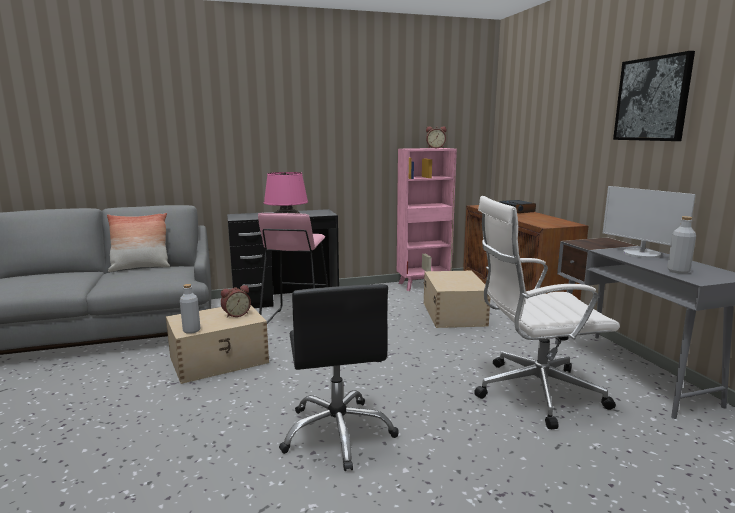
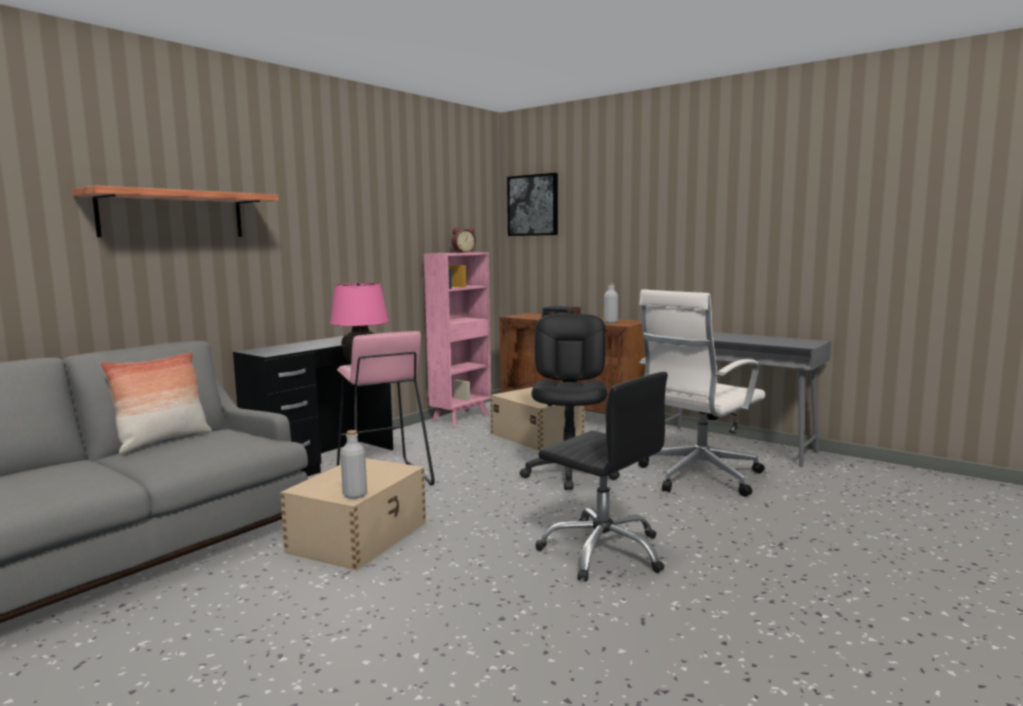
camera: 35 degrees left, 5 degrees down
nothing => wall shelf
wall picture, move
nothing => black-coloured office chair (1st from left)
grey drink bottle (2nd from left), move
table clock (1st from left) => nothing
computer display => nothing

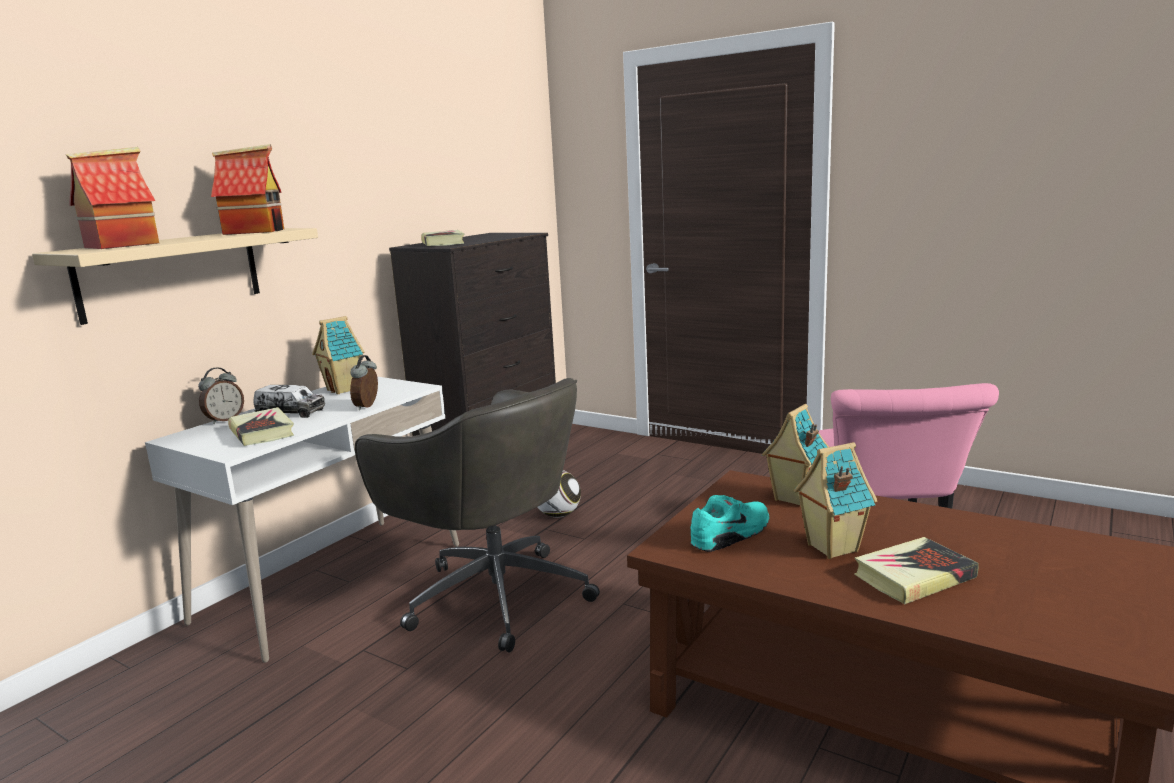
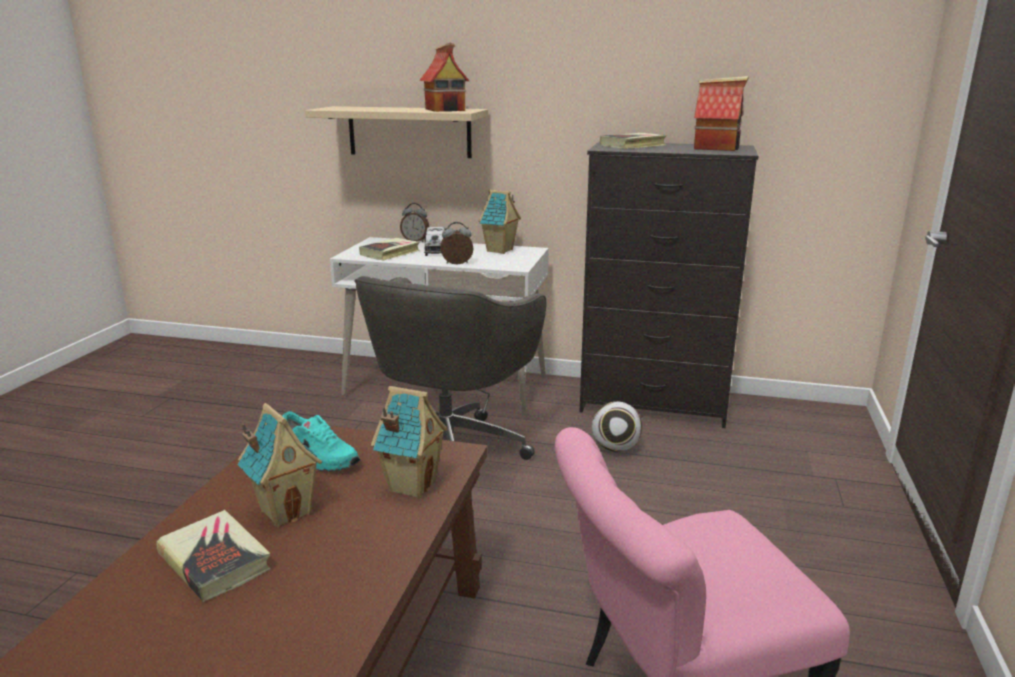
camera: 70 degrees right, 5 degrees up
model house (1st from left in the first image) => model house (5th from left), move

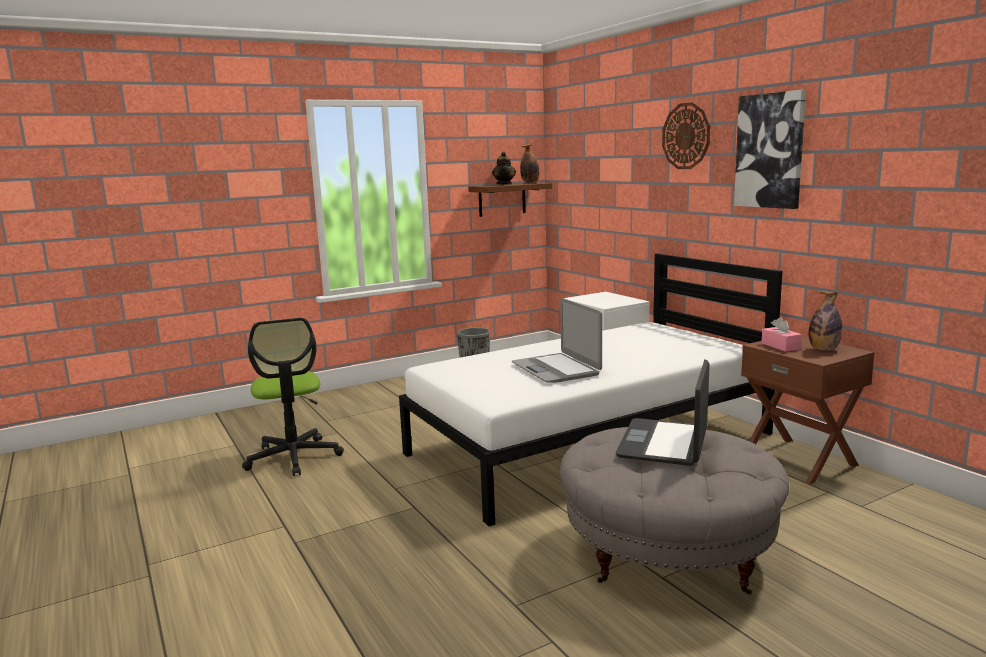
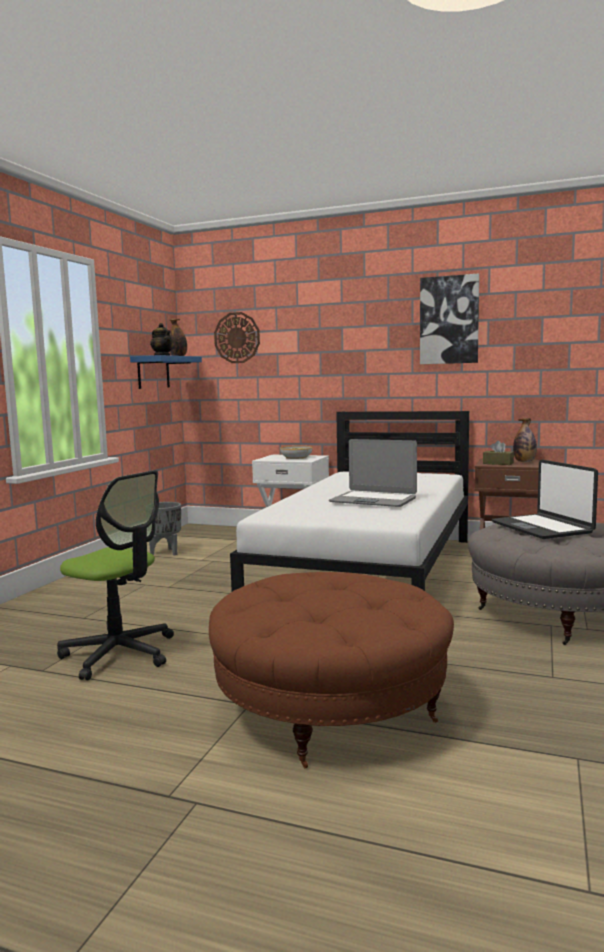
camera: 40 degrees left, 5 degrees down
brownish wall shelf => blue-coloured wall shelf
nothing => brownish footrest
wall clock, move
nothing => bowl
pink box of tissues => brownish box of tissues

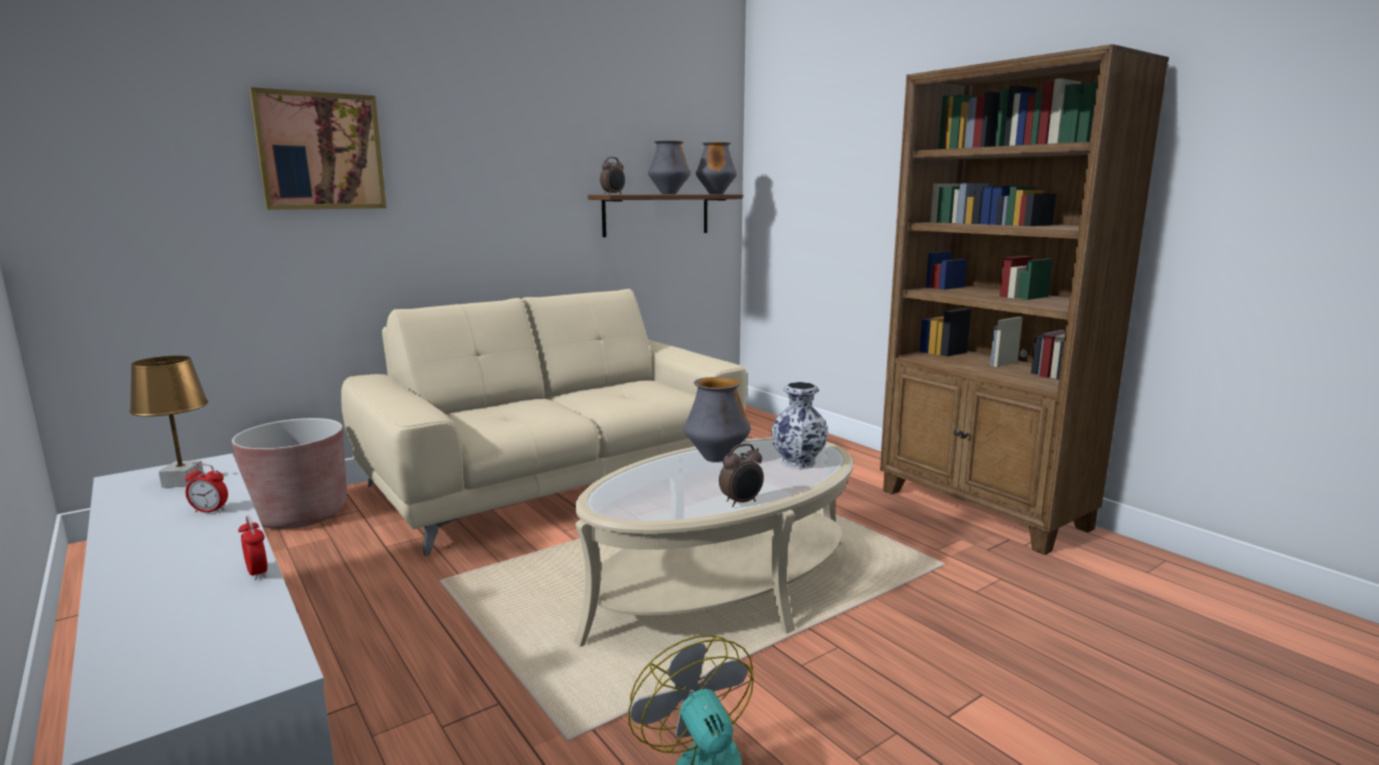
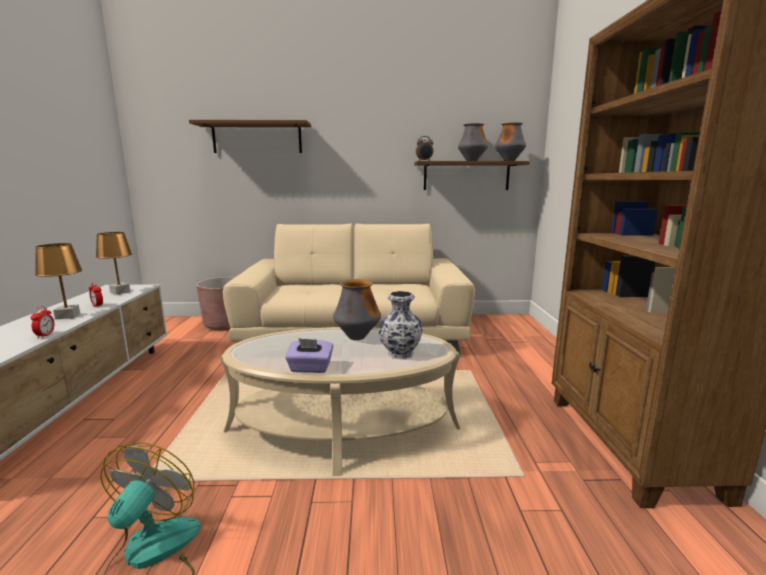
camera: 35 degrees right, 0 degrees up
nothing => brownish table lamp (1st from left)
wall picture => brownish wall shelf (1st from left)
table clock (4th from left) => purple-coloured box of tissues

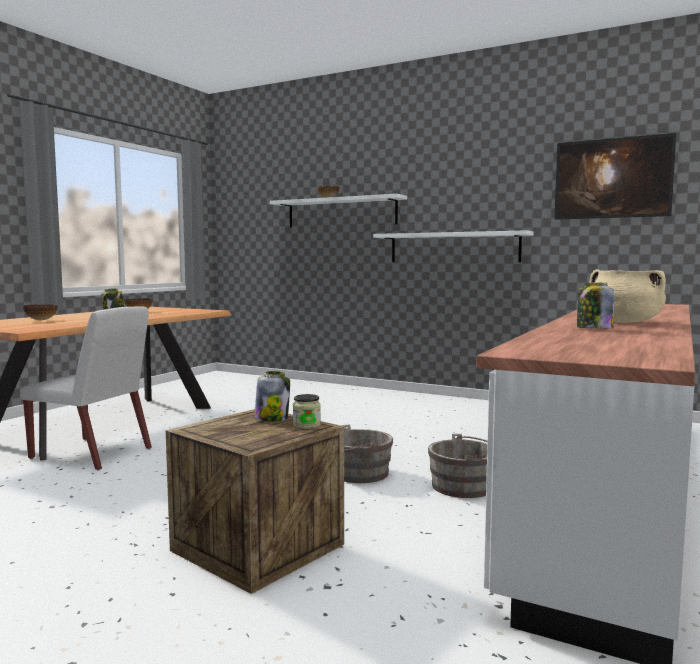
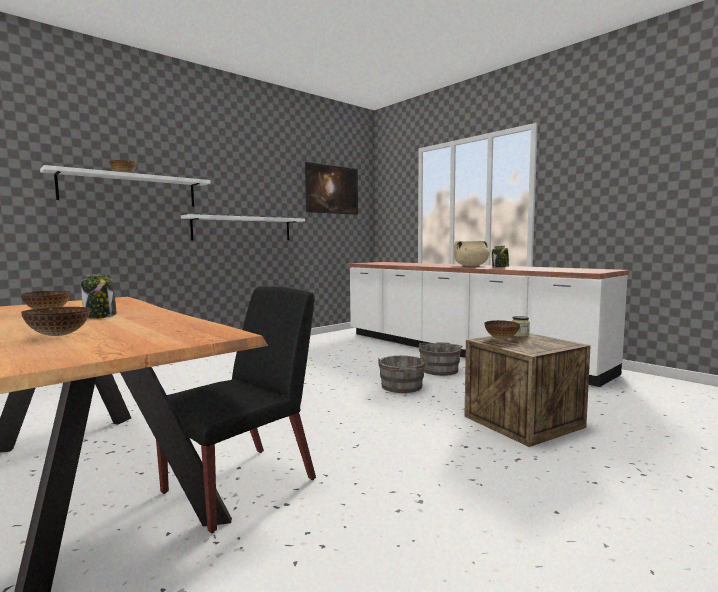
camera: 70 degrees left, 0 degrees up
whitish upright chair => black-coloured upright chair
storage jar (2nd from left) => bowl (4th from left)

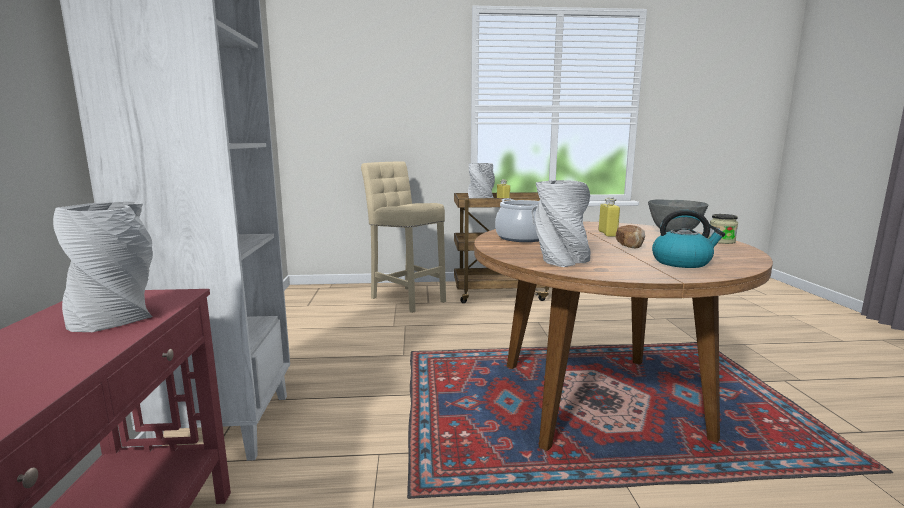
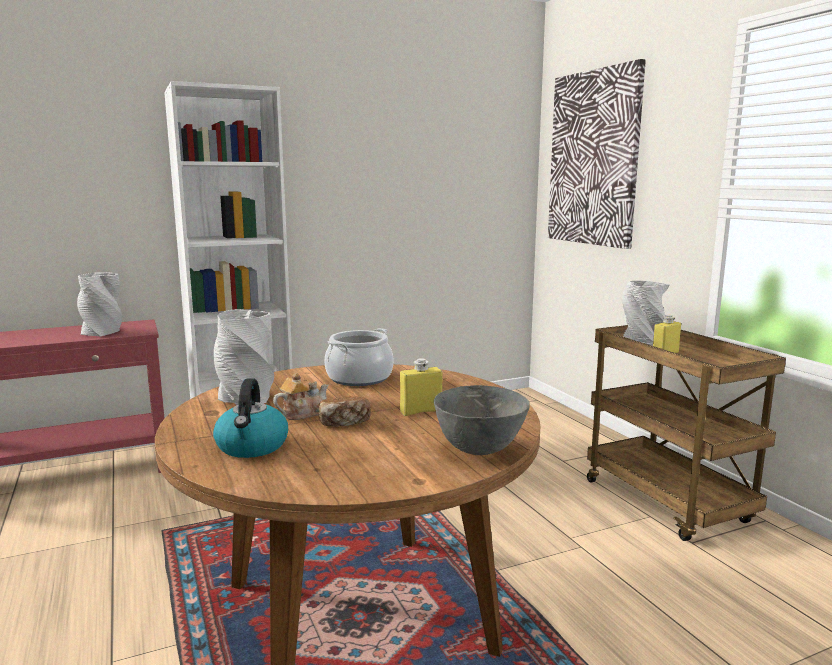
camera: 70 degrees right, 0 degrees up
nothing => pot for tea
nothing => wall picture
beige stool seat => nothing
storage jar => nothing

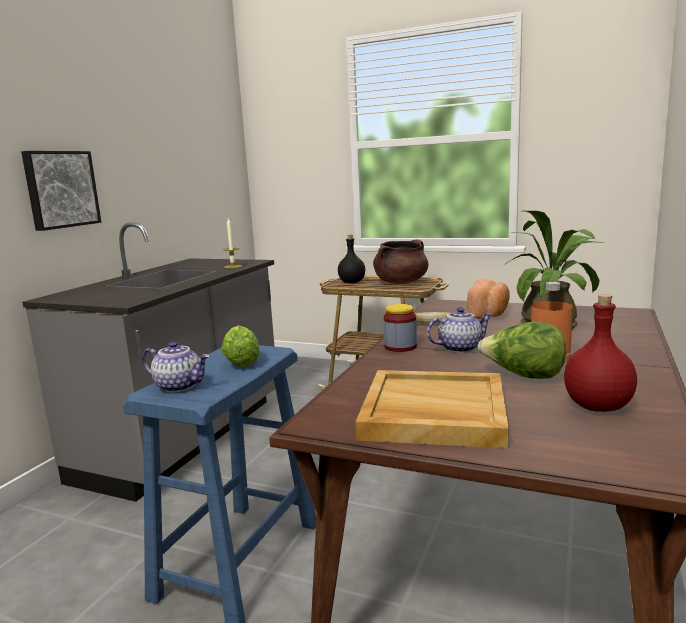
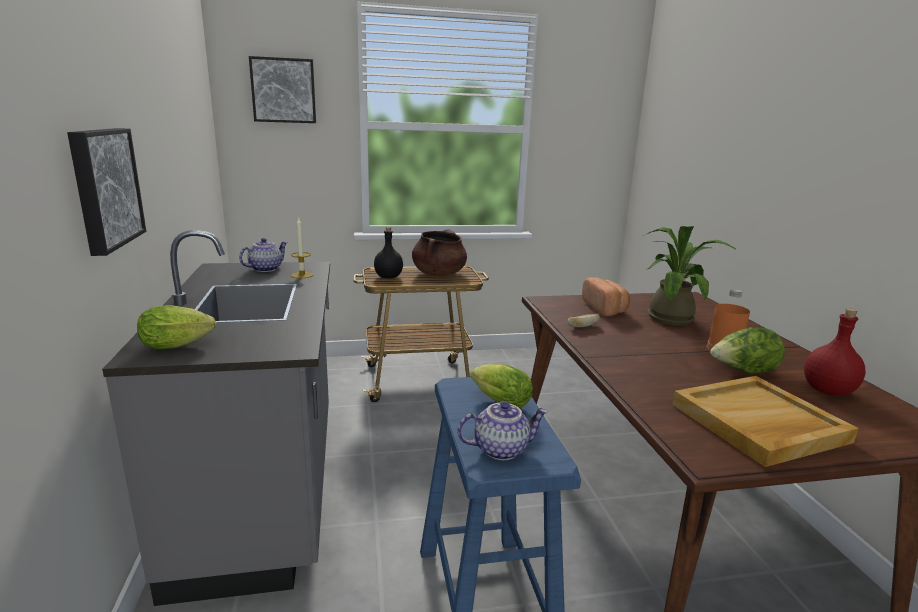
camera: 35 degrees left, 5 degrees up
nothing => head of lettuce (1st from left)
pot for tea (2nd from left in the first image) => pot for tea (1st from left), move
nothing => wall picture (2nd from left)
storage jar => nothing

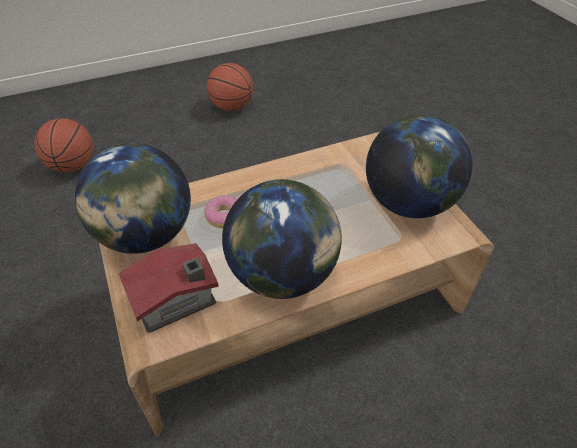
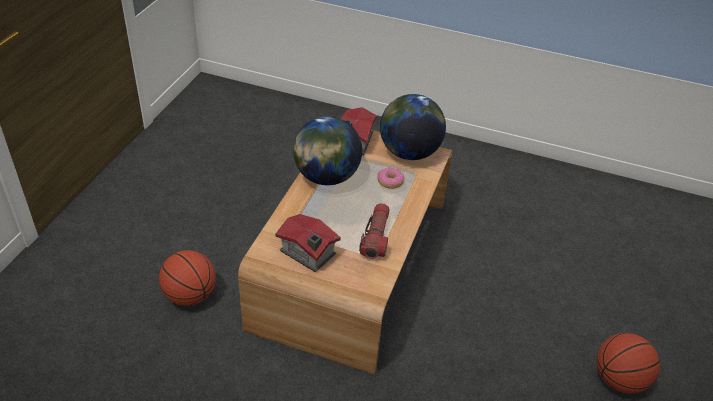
camera: 130 degrees right, 5 degrees down
basketball ball (1st from left), move
globe (3rd from left) => model house (1st from left)
nothing => torch

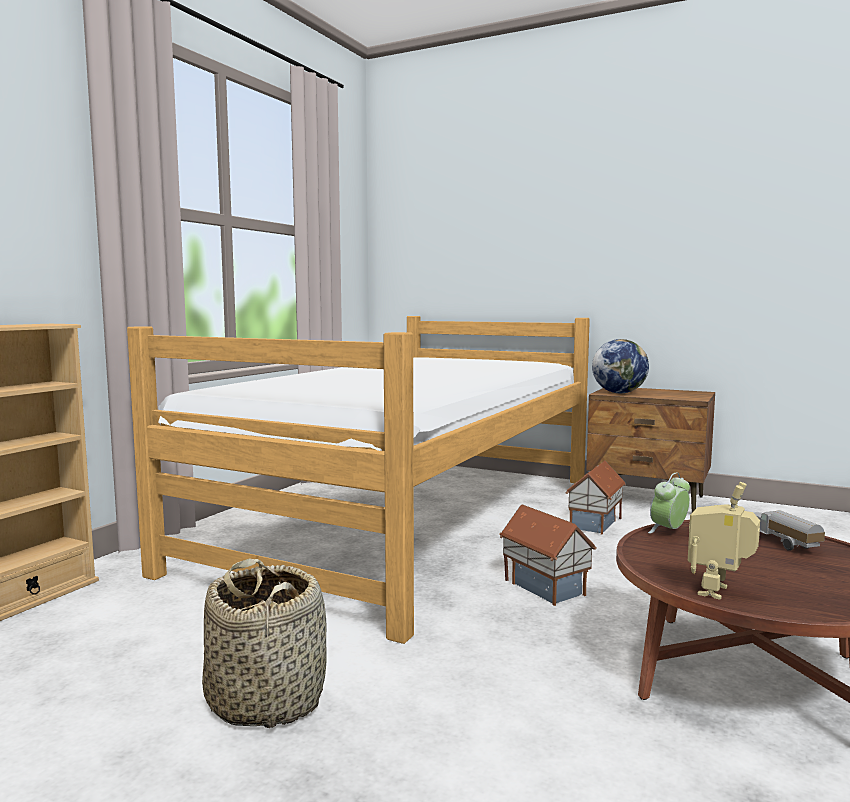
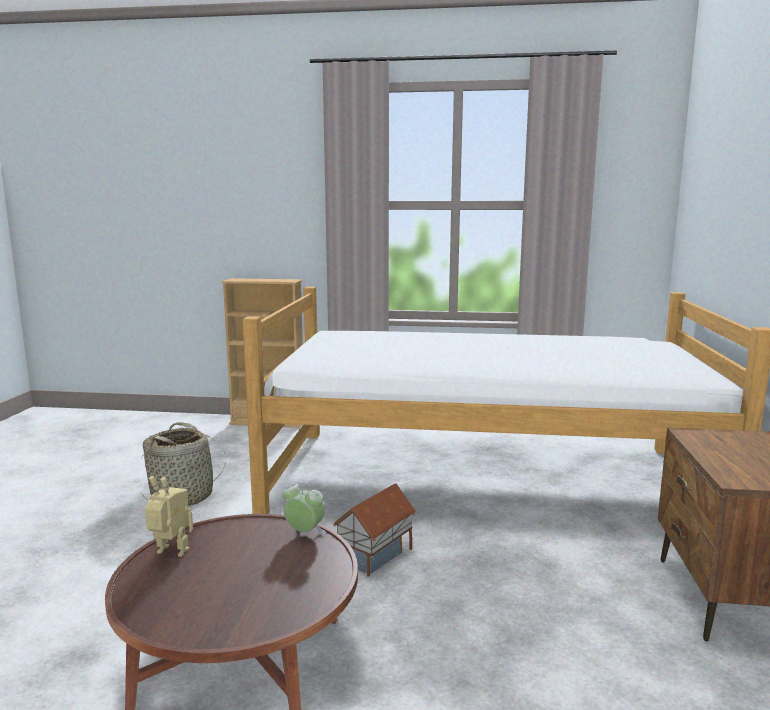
camera: 70 degrees right, 5 degrees up
model house (2nd from left) => nothing
globe => nothing
toy lorry => nothing

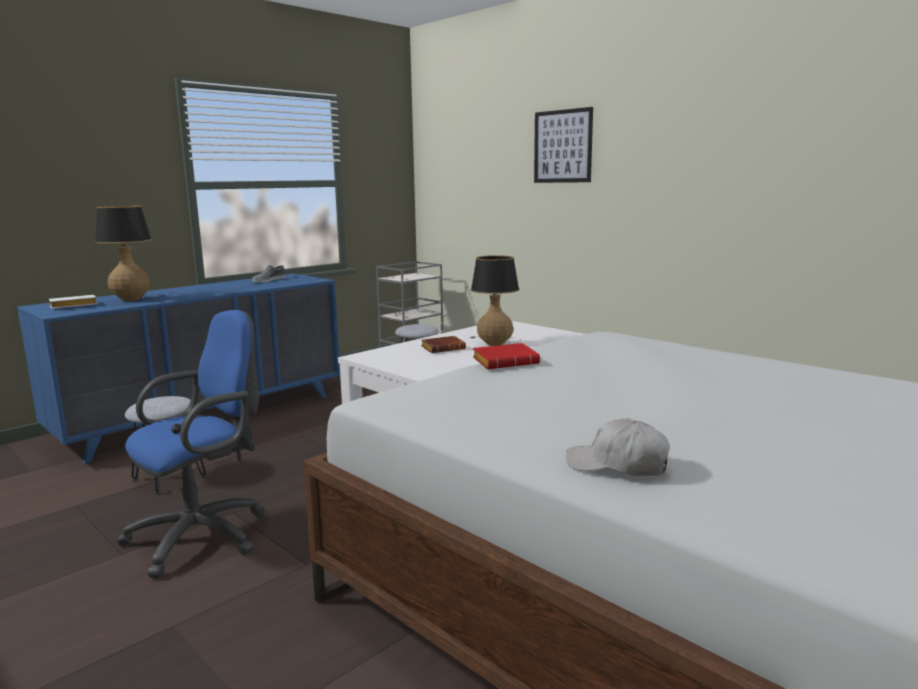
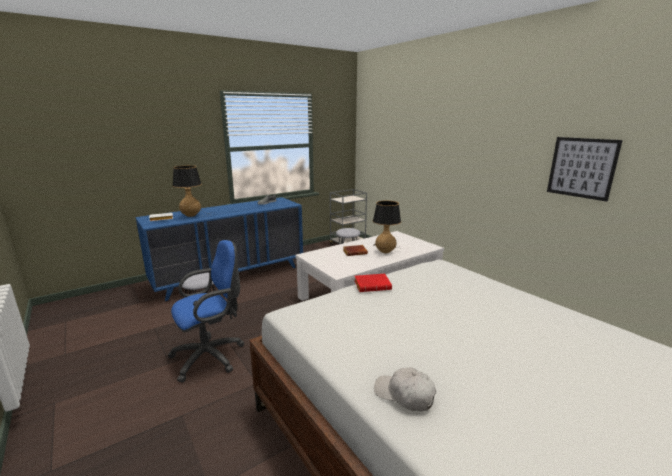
camera: 10 degrees right, 5 degrees up
wall picture, move

